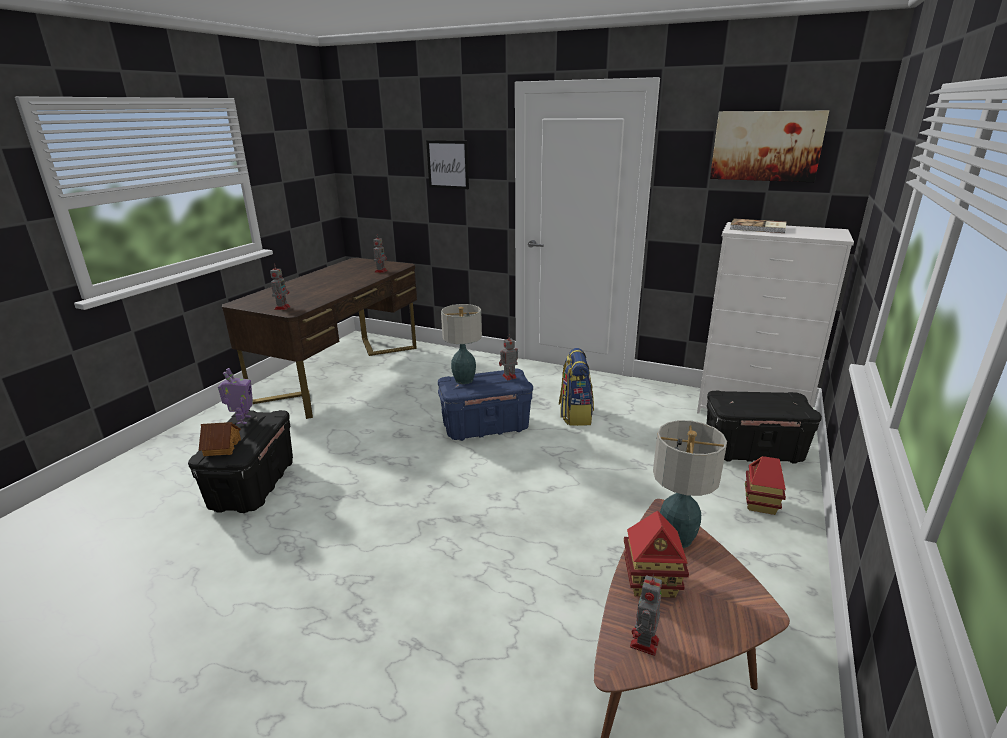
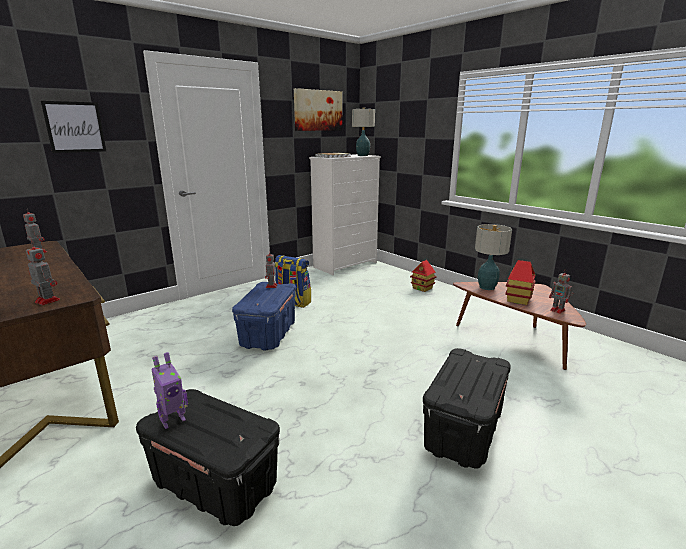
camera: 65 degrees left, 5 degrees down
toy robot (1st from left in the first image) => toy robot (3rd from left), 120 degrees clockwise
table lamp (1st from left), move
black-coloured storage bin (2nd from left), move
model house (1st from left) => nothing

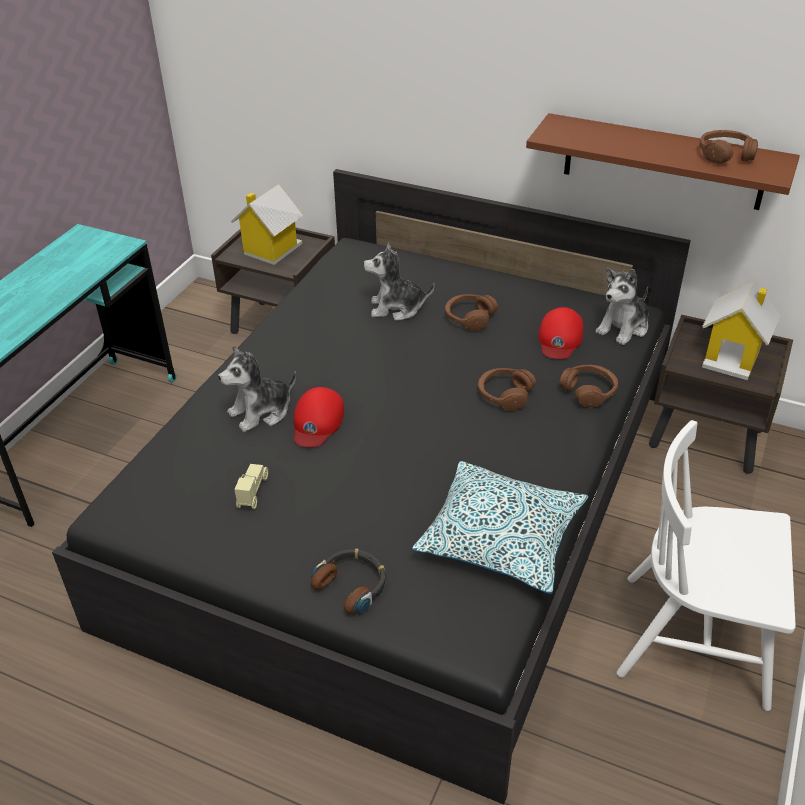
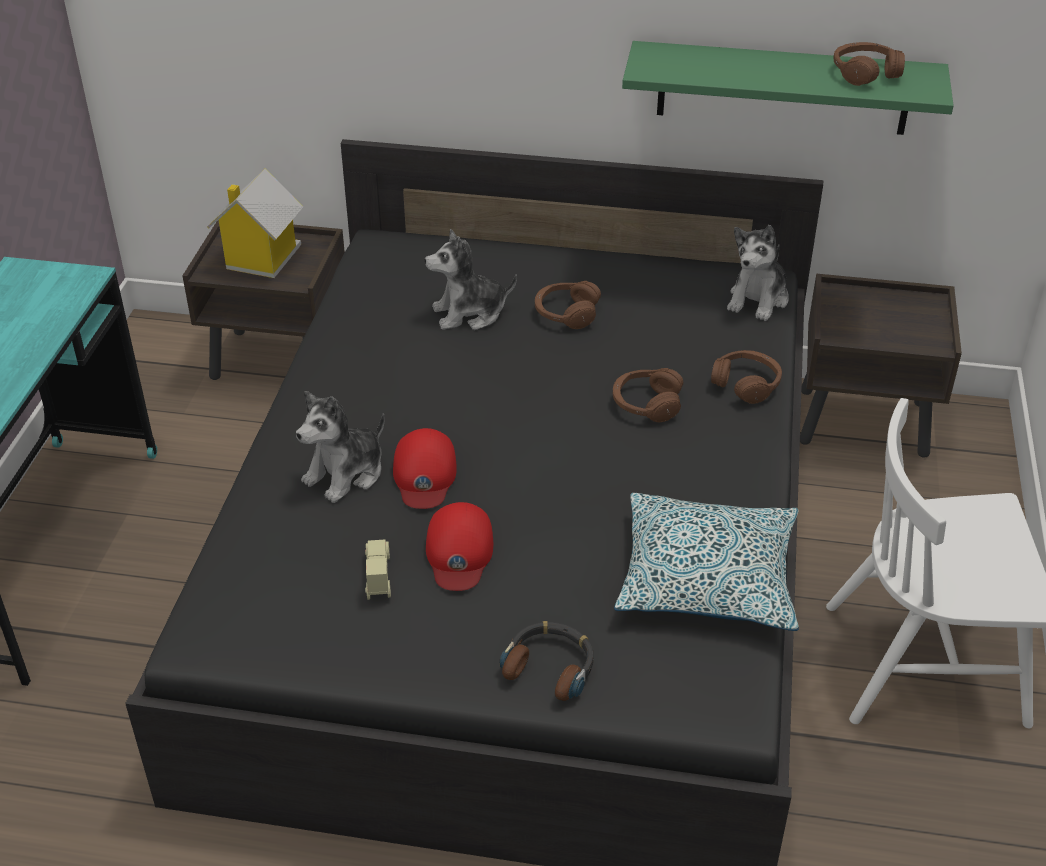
camera: 15 degrees left, 0 degrees up
red peaked cap (2nd from left), move
brownish wall shelf => green-coloured wall shelf
model house (2nd from left) => nothing

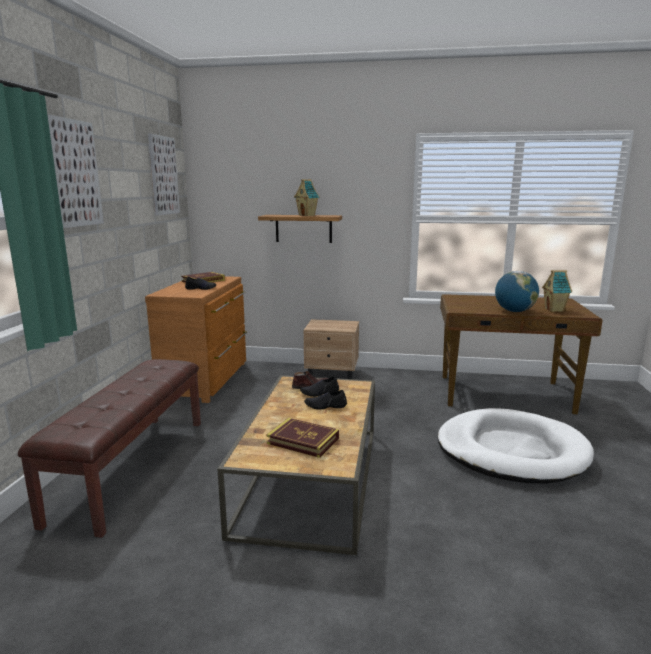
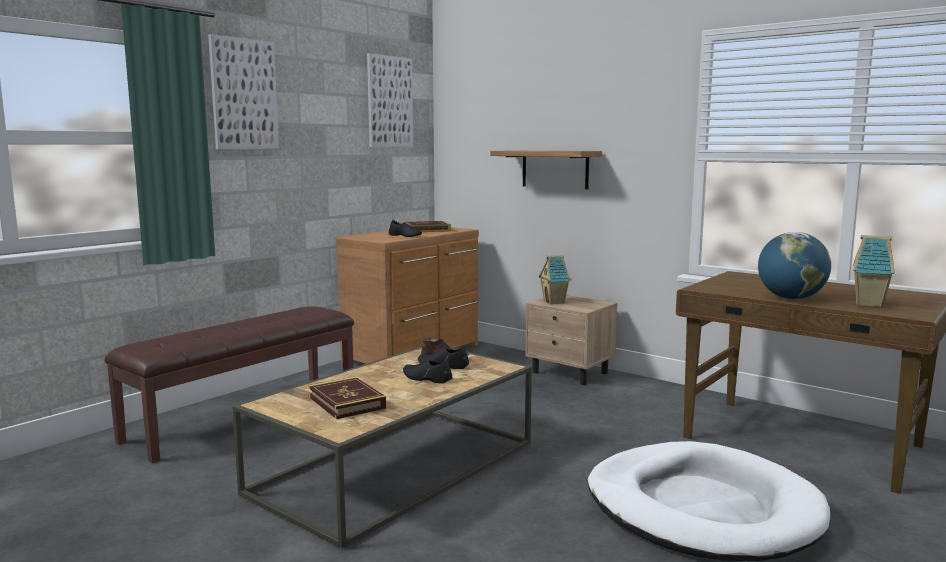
camera: 30 degrees right, 5 degrees down
model house (1st from left), move

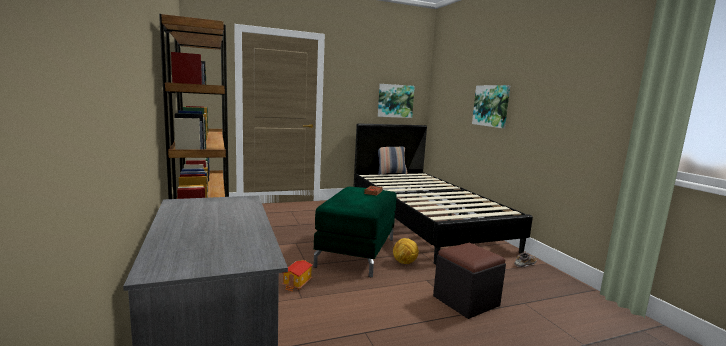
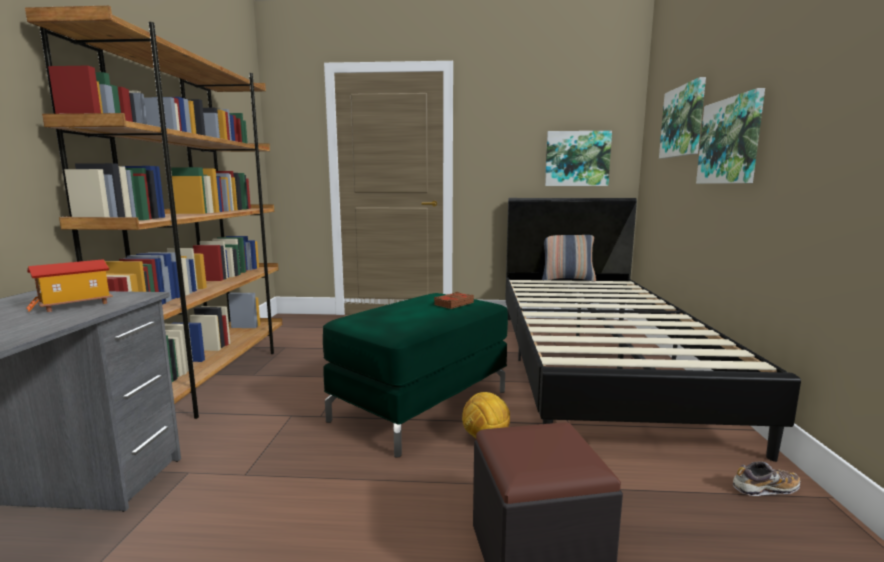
camera: 25 degrees right, 0 degrees up
model house, move
nothing => wall picture (2nd from left)

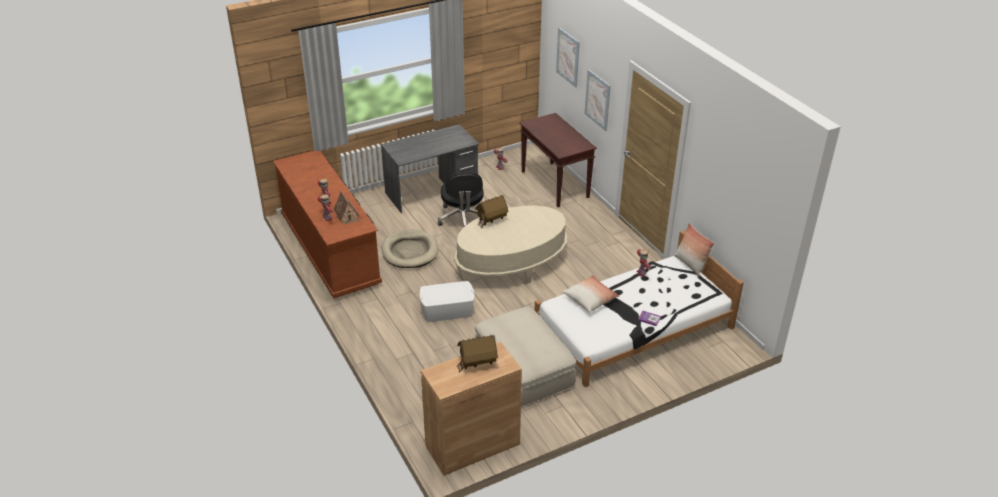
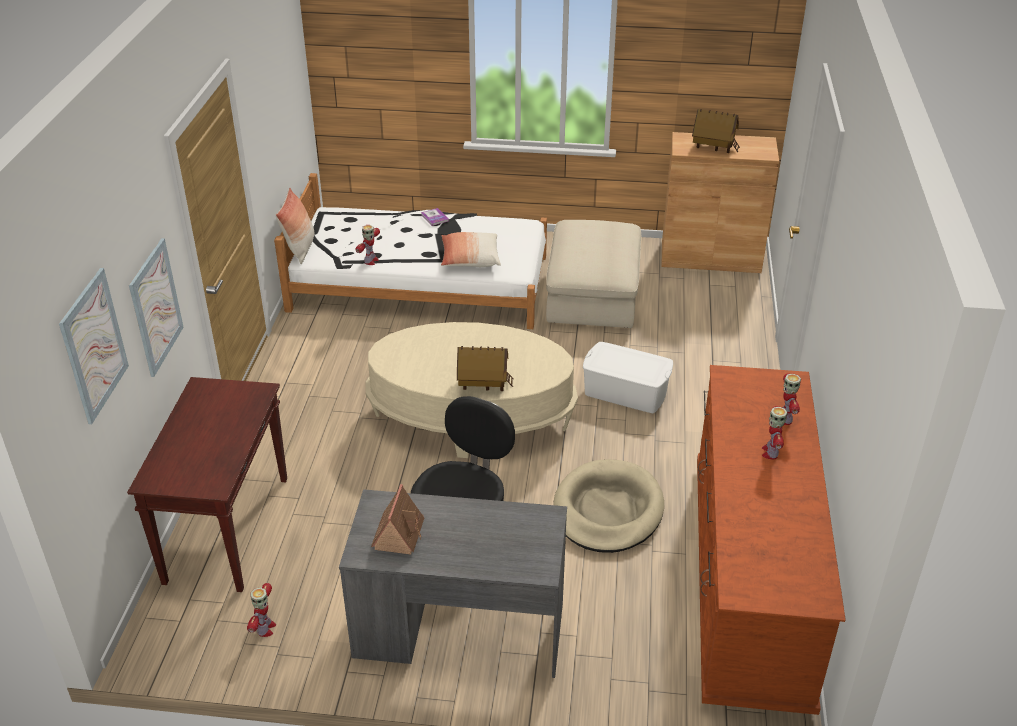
camera: 145 degrees left, 0 degrees up
model house (1st from left), move

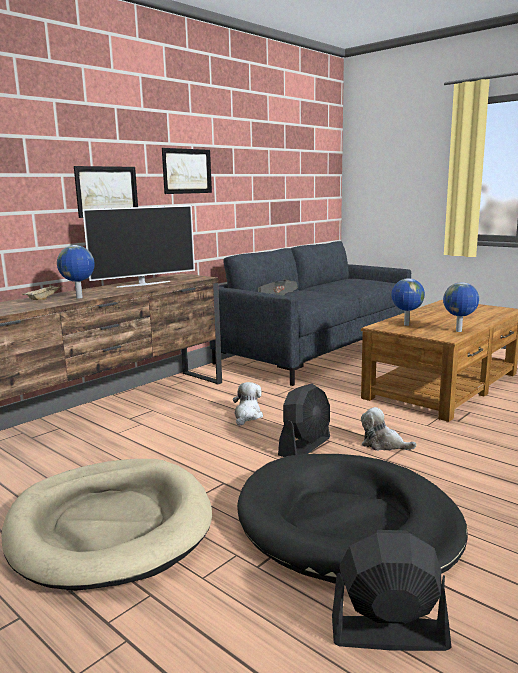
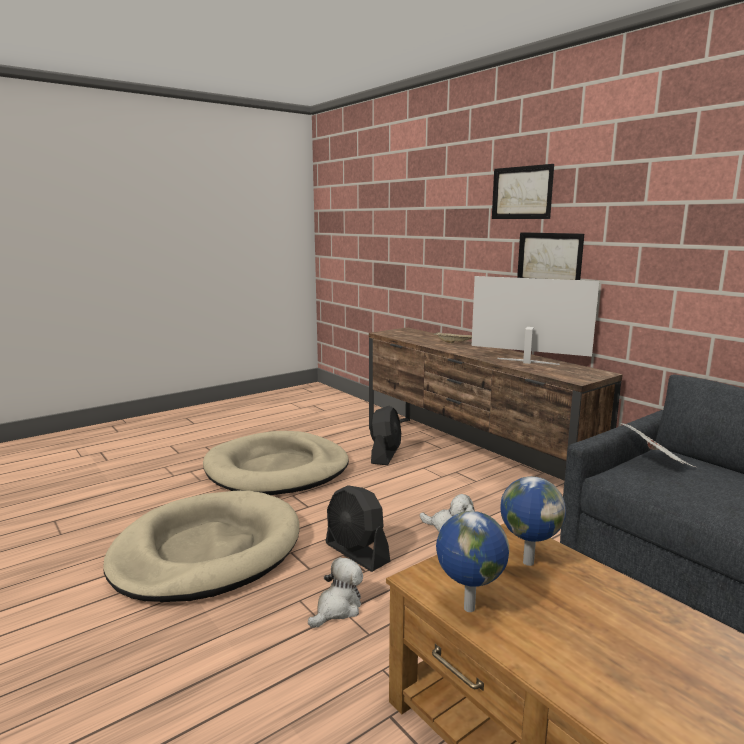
camera: 100 degrees right, 0 degrees up
black-coloured dog bed => beige dog bed (1st from left)
black-coloured electric fan (2nd from left), move
TV set, 135 degrees clockwise
wall picture (2nd from left in the first image) => wall picture (1st from left), move
globe (1st from left) => nothing

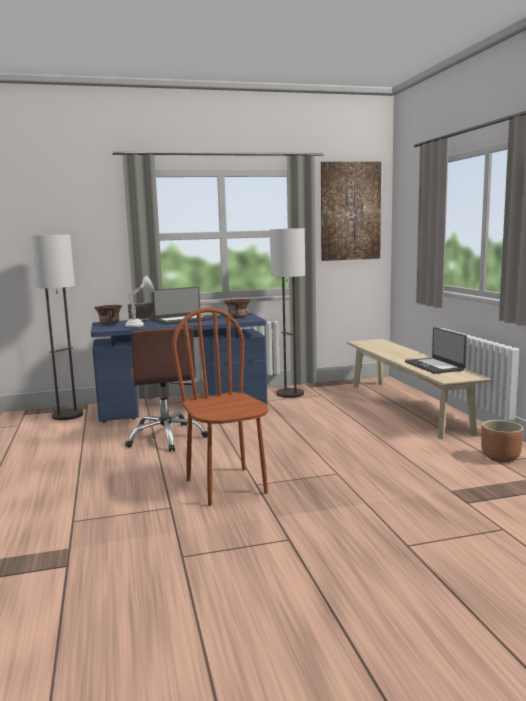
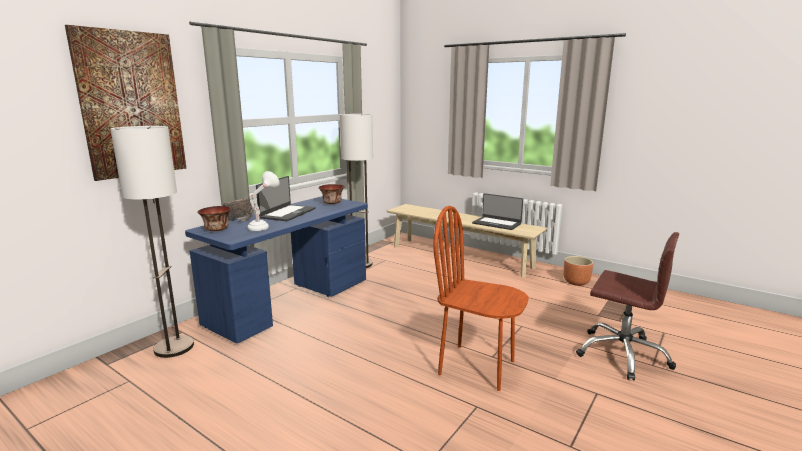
camera: 40 degrees left, 5 degrees up
wall picture, move
brownish office chair, move

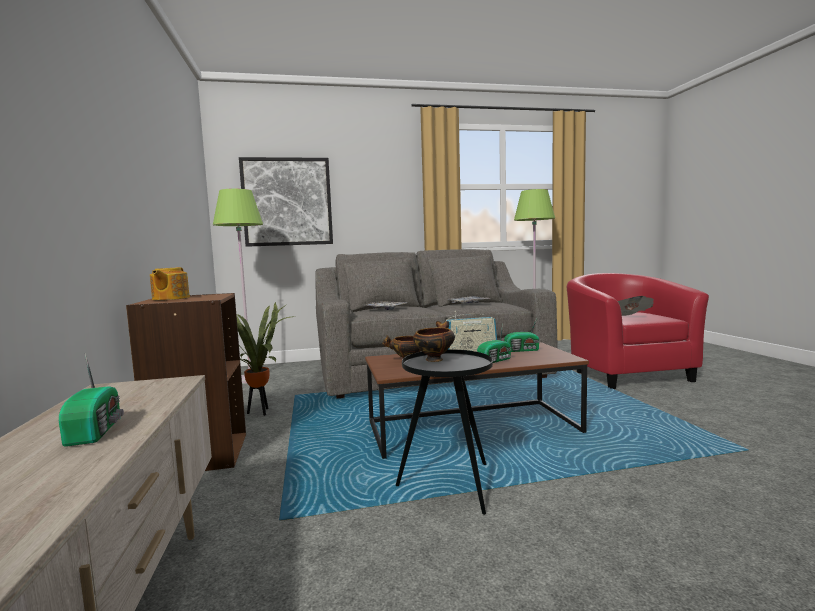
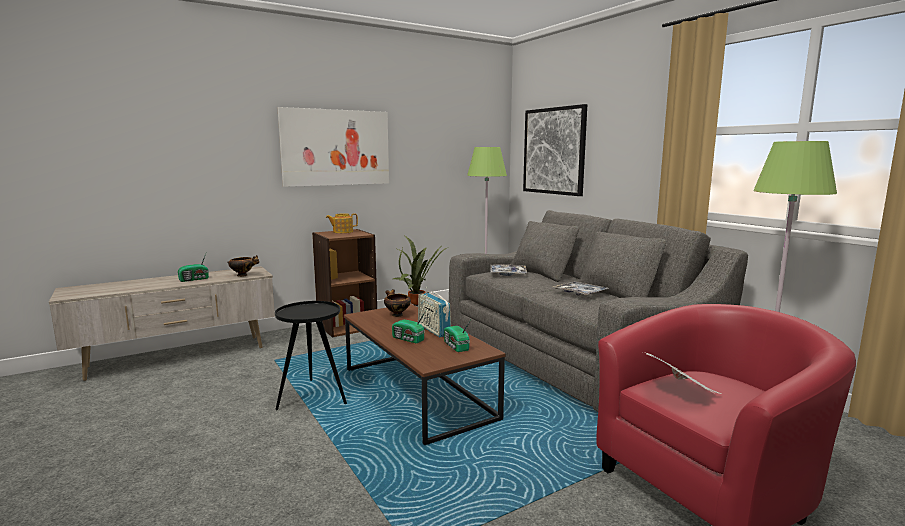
camera: 70 degrees right, 5 degrees up
bowl (2nd from left in the first image) => bowl (1st from left), move
nothing => wall picture (1st from left)

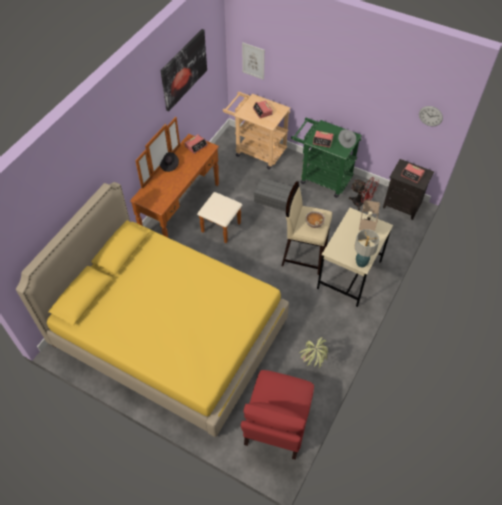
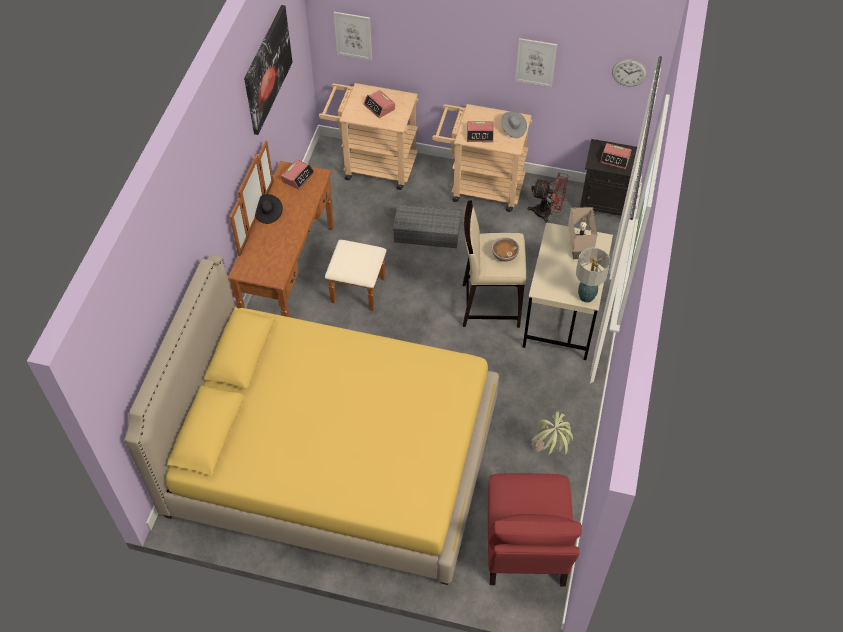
camera: 15 degrees left, 0 degrees up
green-coloured wheeled cart => beige wheeled cart (2nd from left)
nothing => wall picture (3rd from left)

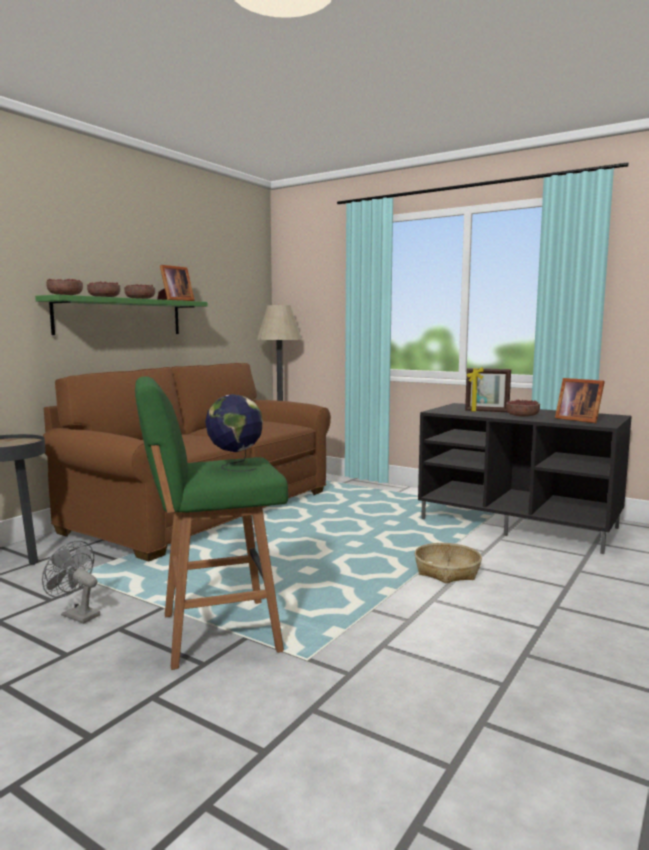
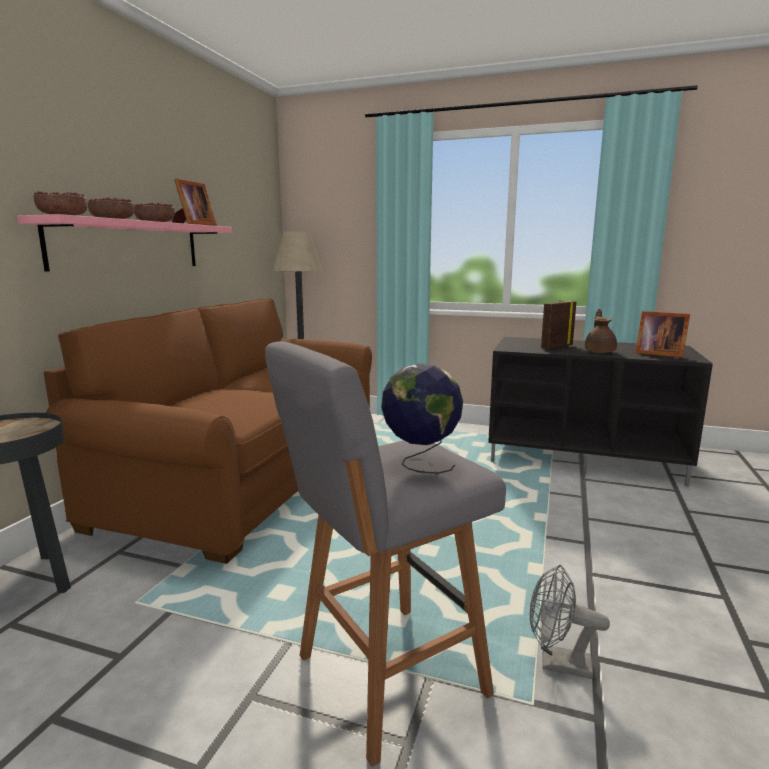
camera: 15 degrees left, 5 degrees up
green-coloured wall shelf => pink wall shelf
green-coloured stool seat => grey stool seat
grey electric fan, move
picture frame (2nd from left), 135 degrees clockwise
bowl (4th from left) => brownish pot for tea
basket => nothing

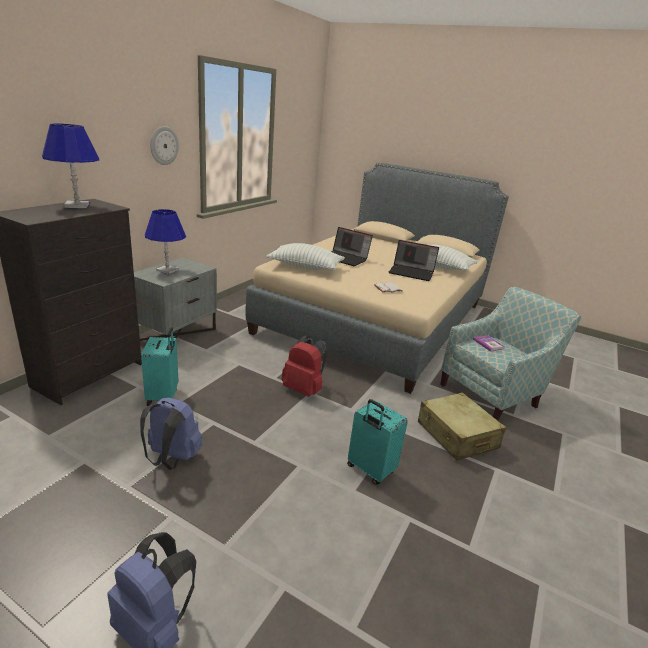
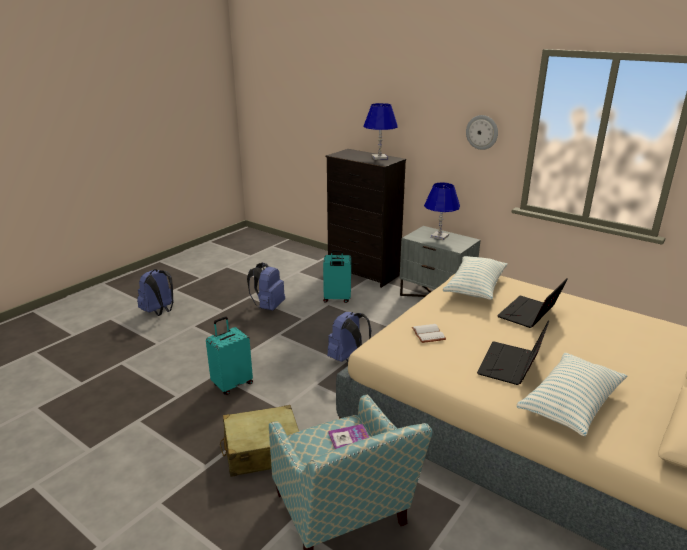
camera: 100 degrees right, 0 degrees up
red knapsack => blue-coloured knapsack (3rd from left)

